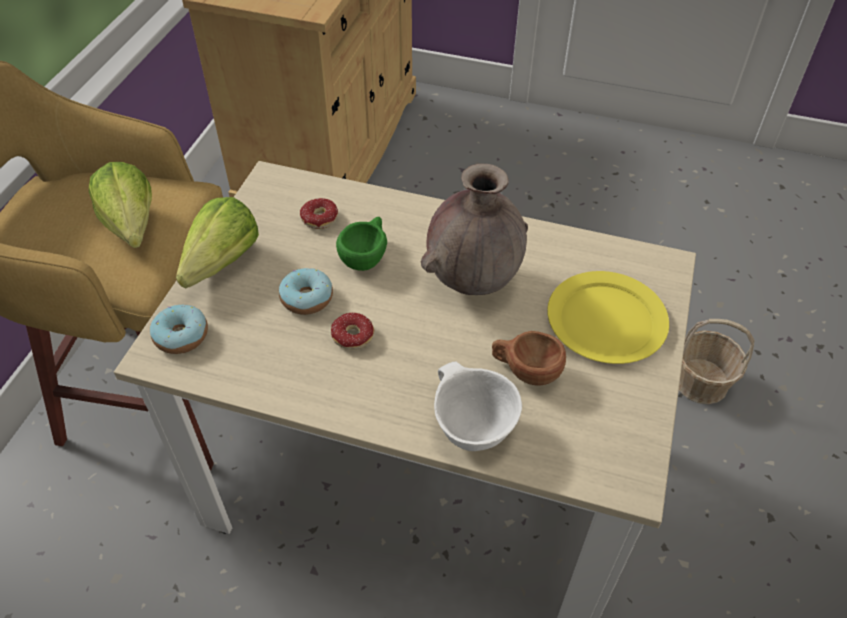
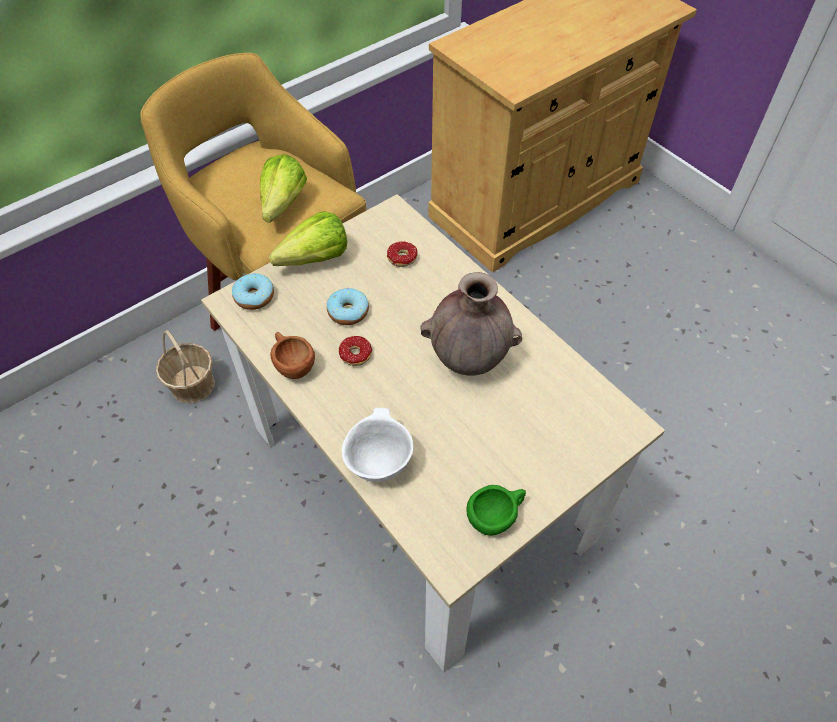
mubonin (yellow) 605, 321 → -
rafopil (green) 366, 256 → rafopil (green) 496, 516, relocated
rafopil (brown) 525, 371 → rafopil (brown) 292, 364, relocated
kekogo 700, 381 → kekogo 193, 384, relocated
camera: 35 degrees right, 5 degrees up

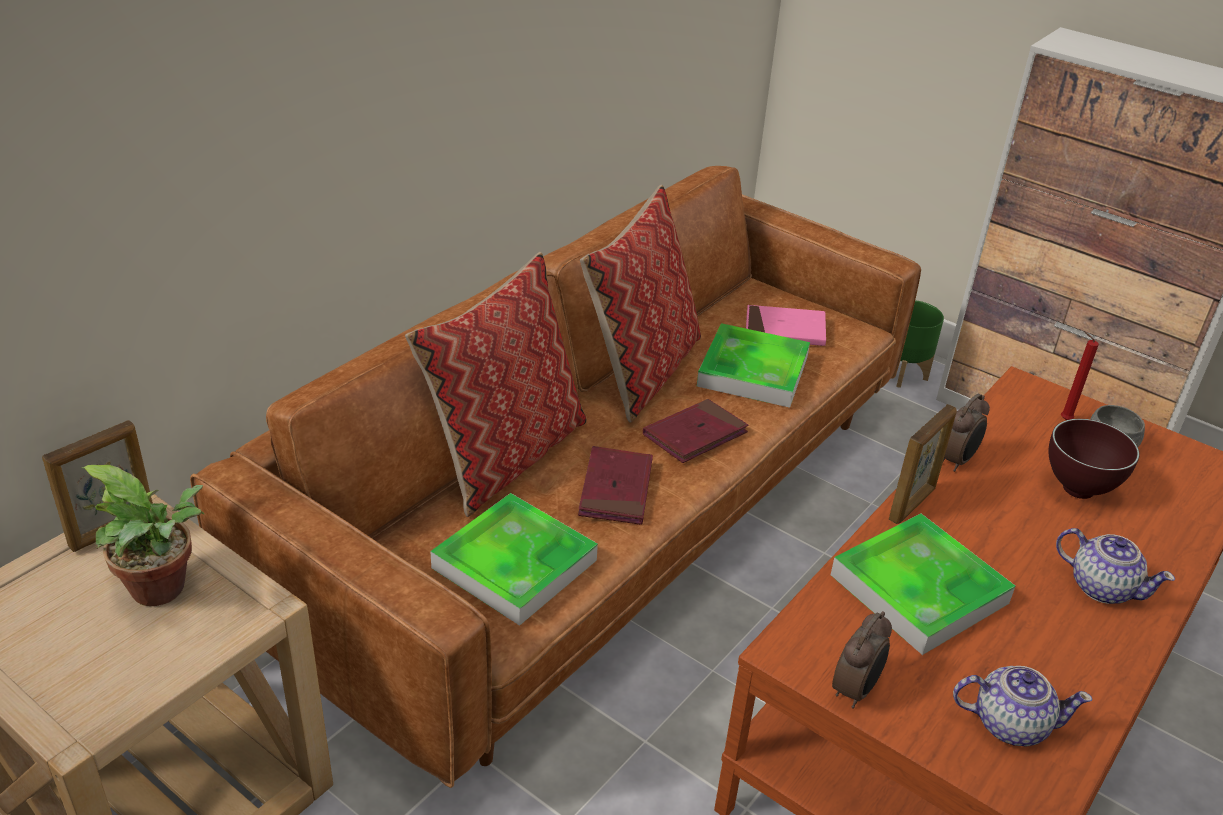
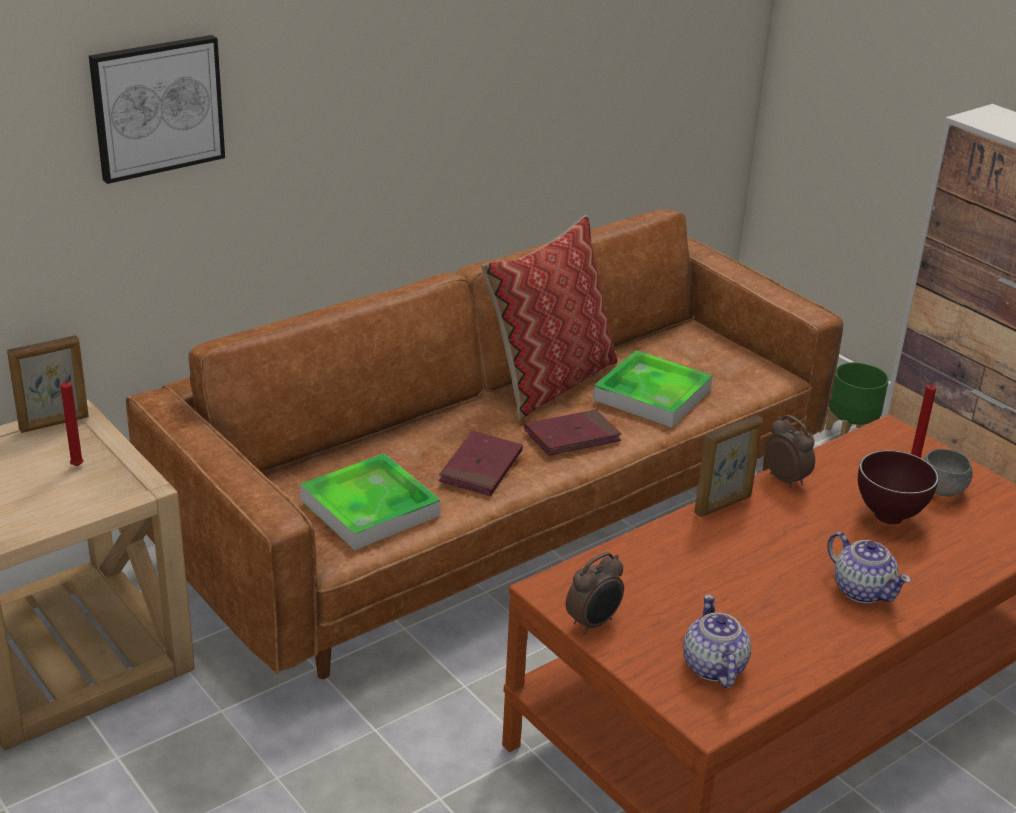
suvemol 505, 455 → -
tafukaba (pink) 784, 330 → -
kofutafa 919, 589 → -
- → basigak 157, 107
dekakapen 164, 590 → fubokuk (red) 77, 467
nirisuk 957, 461 → nirisuk 786, 479, 90 degrees counterclockwise
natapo 1009, 723 → natapo 713, 667, 120 degrees counterclockwise
camera: 15 degrees right, 5 degrees down

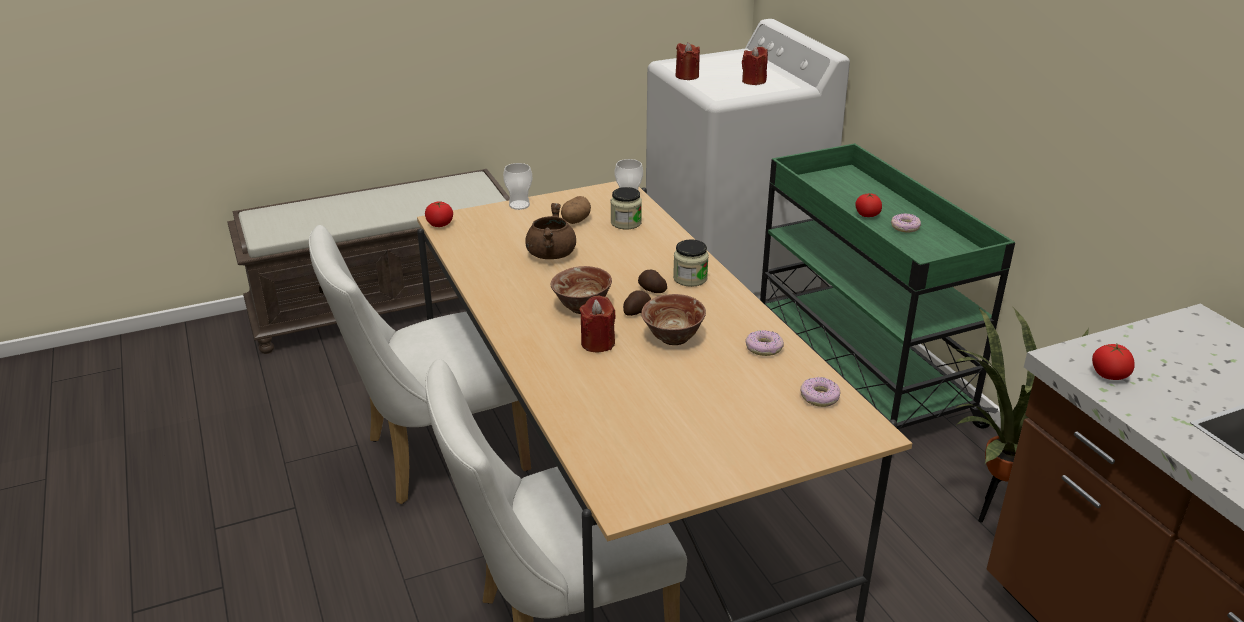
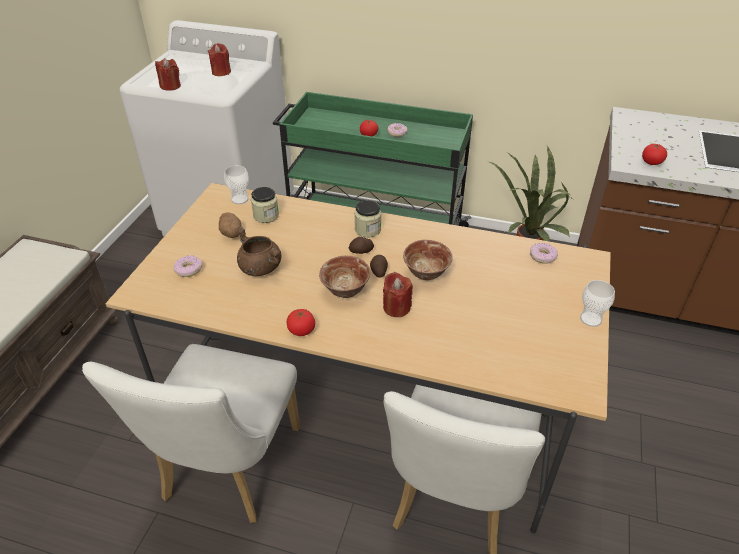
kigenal 440, 224 → kigenal 301, 330, relocated
rafopil 519, 205 → rafopil 590, 319, relocated
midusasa 763, 348 → midusasa 188, 269, relocated
camera: 50 degrees left, 10 degrees up

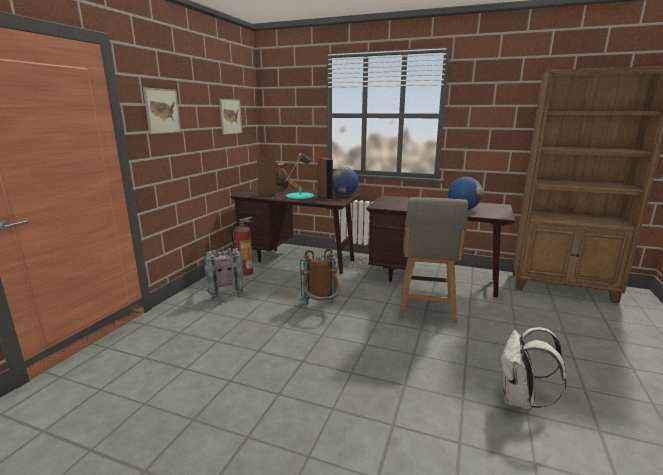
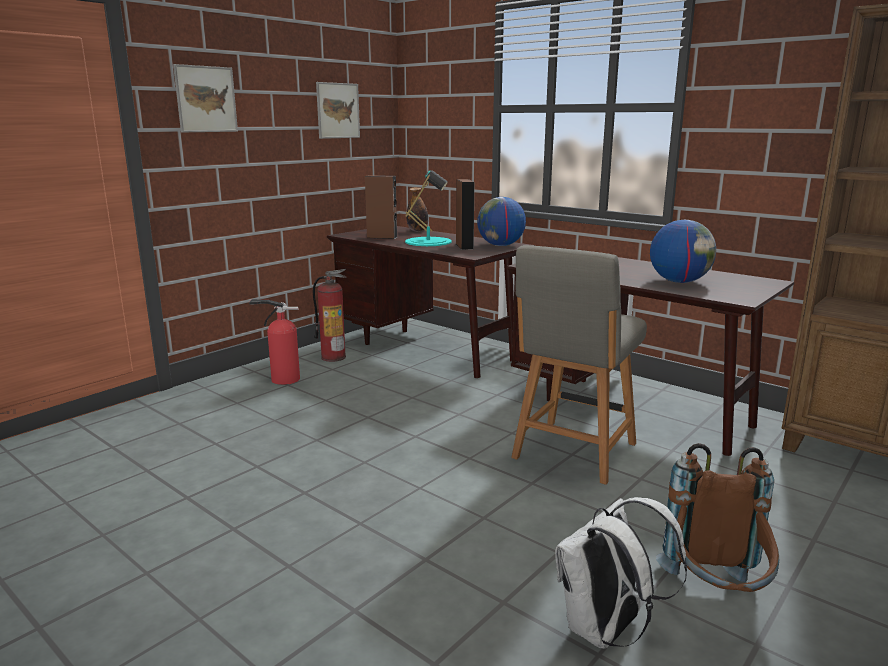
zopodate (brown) 321, 308 → zopodate (brown) 715, 596, relocated
zopodate (grey) 224, 291 → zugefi 282, 379
camera: 20 degrees right, 0 degrees up

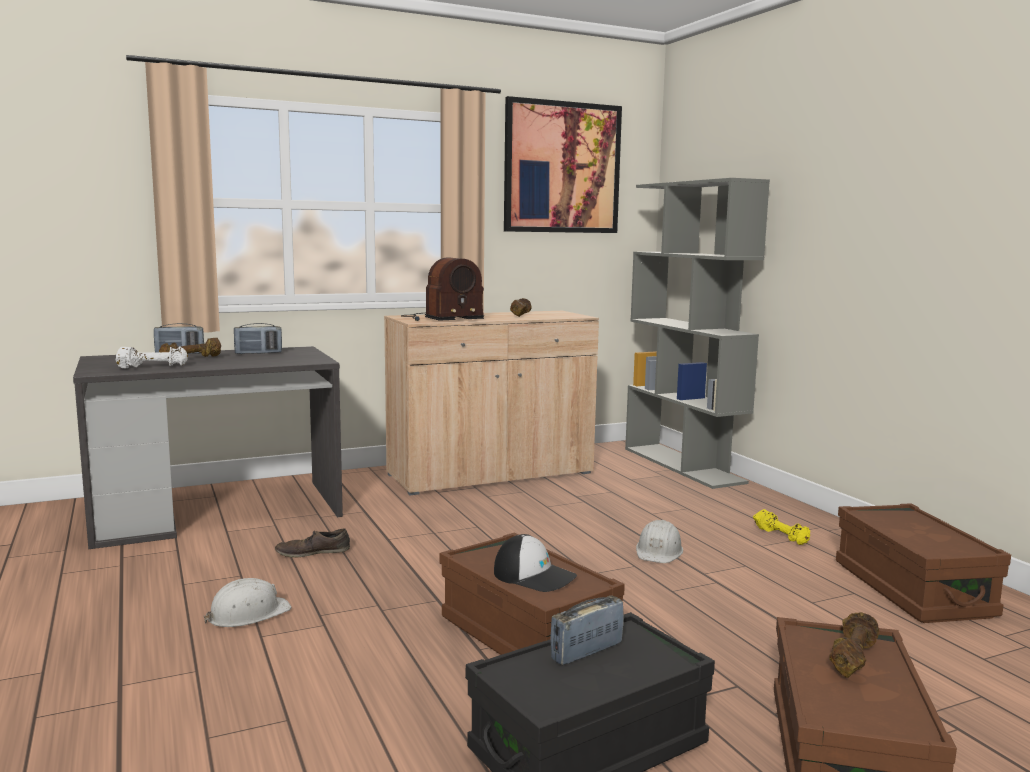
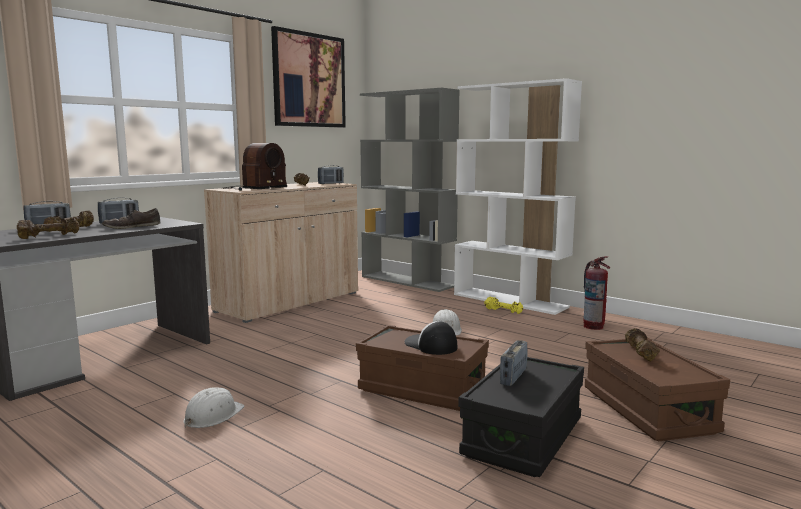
- → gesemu 331, 183
- → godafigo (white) 510, 301
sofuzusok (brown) 313, 552 → sofuzusok (brown) 132, 227, relocated
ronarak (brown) 912, 589 → zugefi 593, 326
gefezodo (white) 153, 367 → gefezodo (brown) 49, 236
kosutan 534, 576 → kosutan 430, 345, 135 degrees counterclockwise
camera: 25 degrees left, 0 degrees up

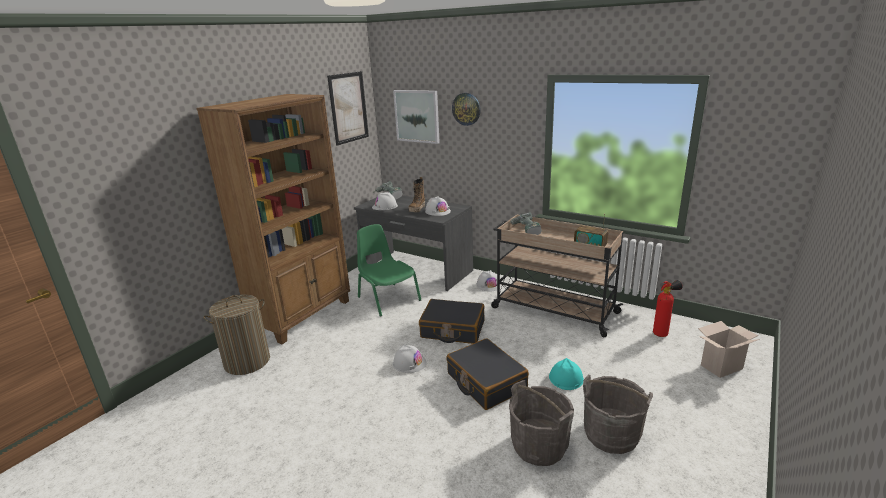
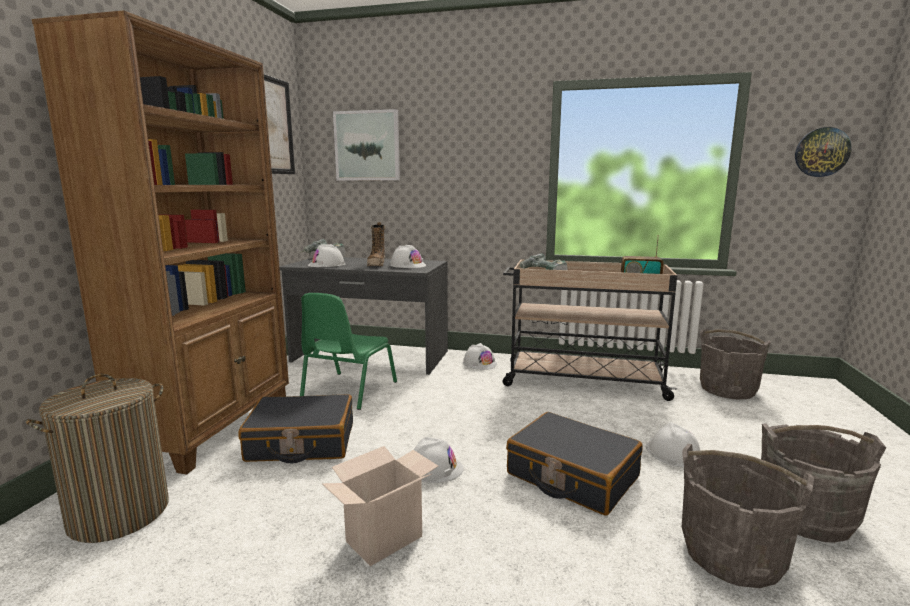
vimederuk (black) 452, 329 → vimederuk (black) 301, 442, relocated
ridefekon 466, 109 → ridefekon 821, 152, relocated
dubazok 721, 366 → dubazok 385, 537, relocated
zugefi 662, 333 → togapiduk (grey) 727, 389
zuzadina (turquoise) 566, 378 → zuzadina (white) 672, 453
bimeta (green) 388, 298 → bimeta (green) 348, 391, 105 degrees counterclockwise
camera: 20 degrees left, 10 degrees down

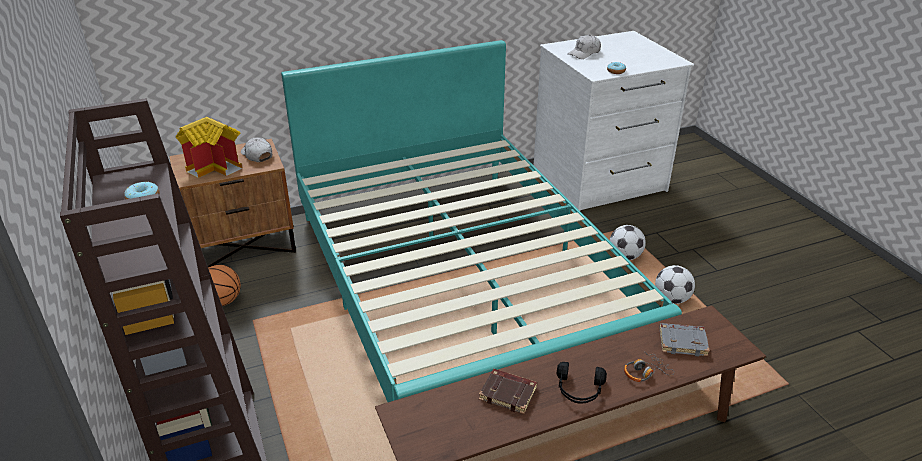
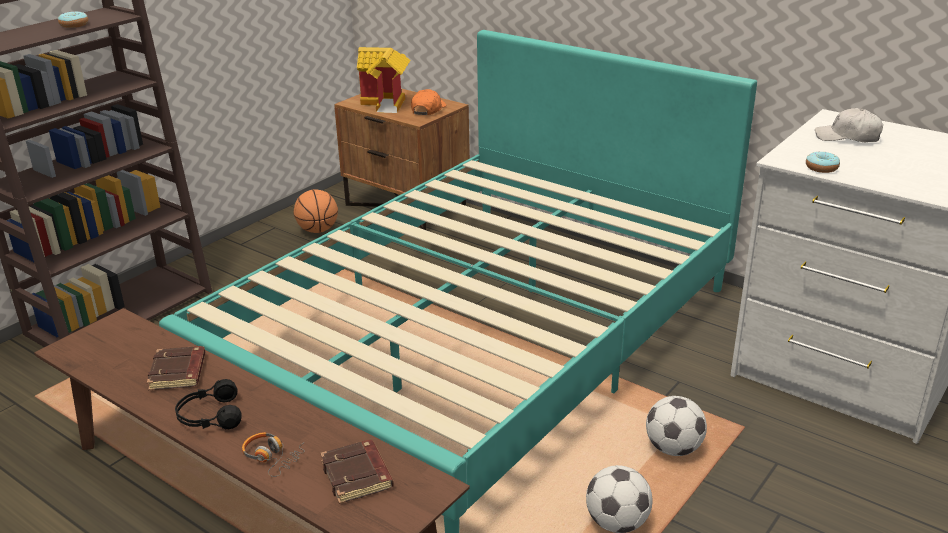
kosutan (white) 257, 155 → kosutan (orange) 428, 110
tafukaba (grey) 683, 342 → tafukaba (brown) 358, 476
camera: 60 degrees right, 5 degrees down

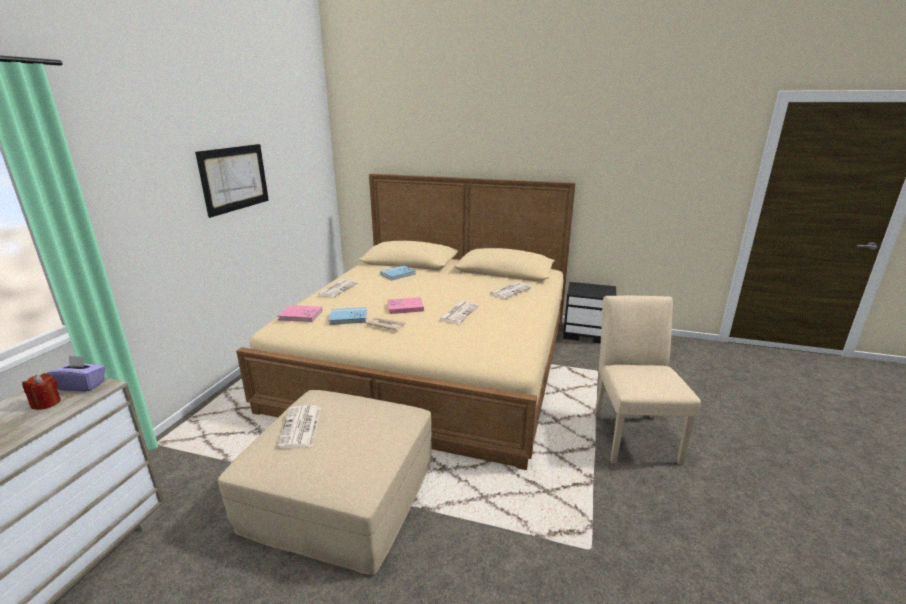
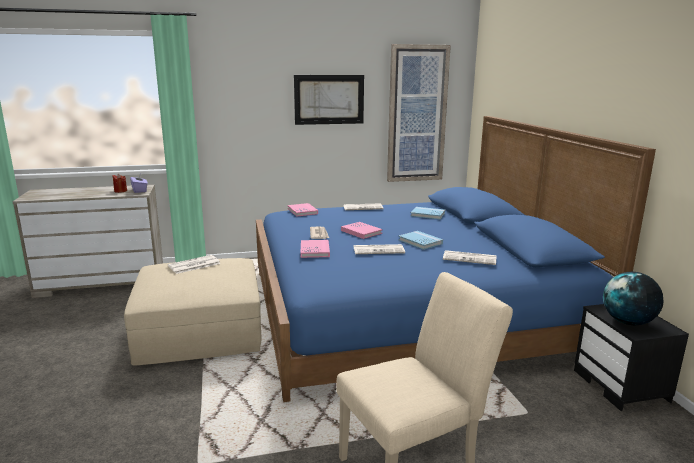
- → tafukaba (pink) 315, 250
- → basigak 417, 114
- → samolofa 628, 322
tafukaba (blue) 348, 317 → tafukaba (blue) 420, 242, relocated
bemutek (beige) 432, 360 → bemutek (blue) 408, 309
camera: 60 degrees right, 5 degrees down

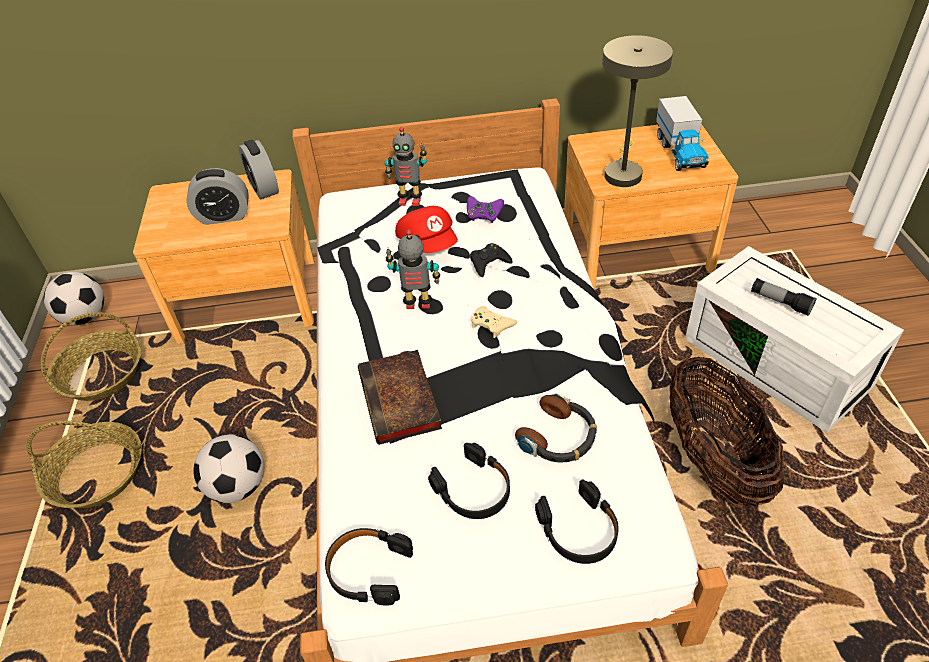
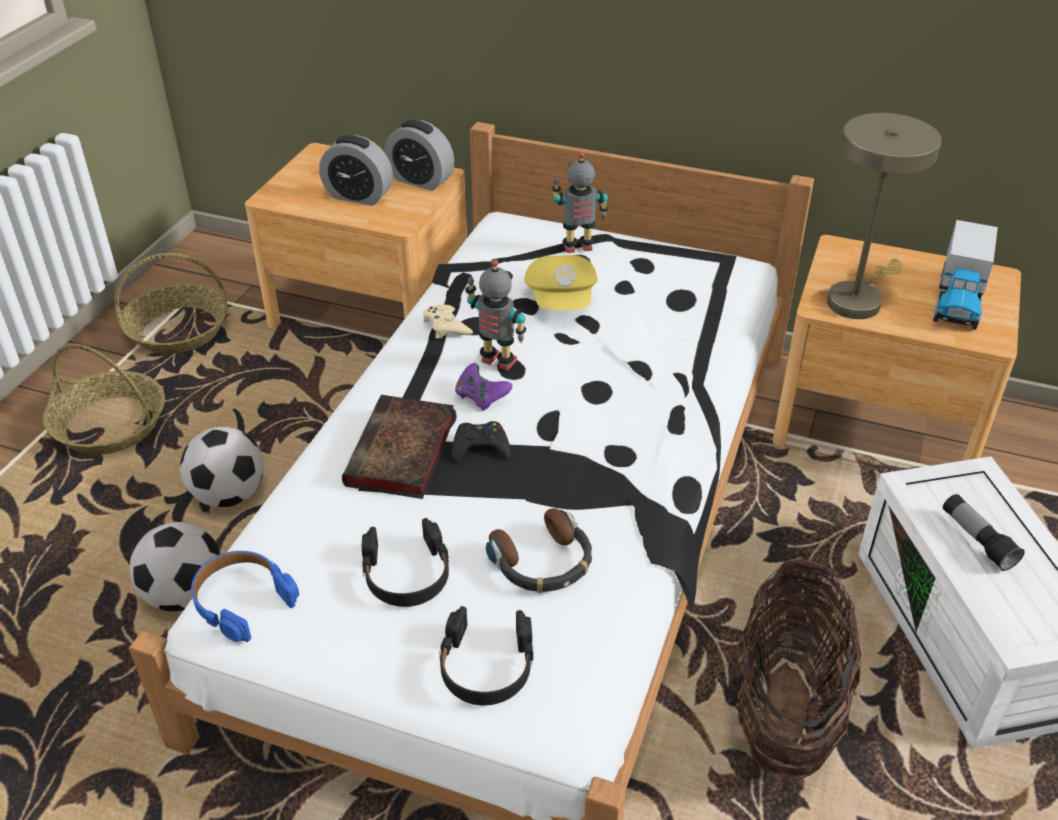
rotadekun 85, 317 → rotadekun 185, 595, relocated
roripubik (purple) 484, 216 → roripubik (purple) 481, 398, relocated
roripubik (black) 489, 263 → roripubik (black) 480, 447, relocated
roripubik (beige) 491, 324 → roripubik (beige) 446, 326, relocated
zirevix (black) 368, 570 → zirevix (blue) 242, 600
kosutan (red) 429, 242 → kosutan (yellow) 562, 301
nirisuk 263, 188 → nirisuk 421, 180, 60 degrees counterclockwise
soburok 410, 200 → soburok 578, 248, 135 degrees clockwise
camera: 25 degrees right, 5 degrees down

